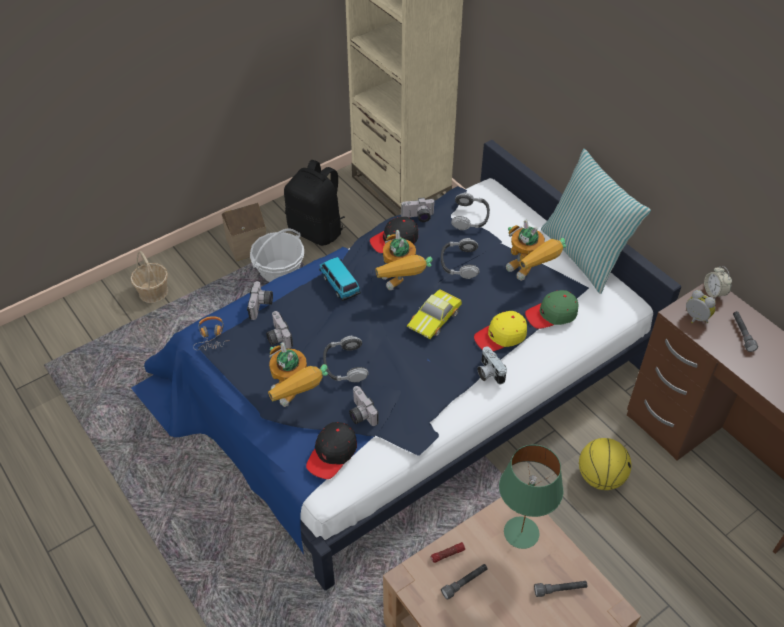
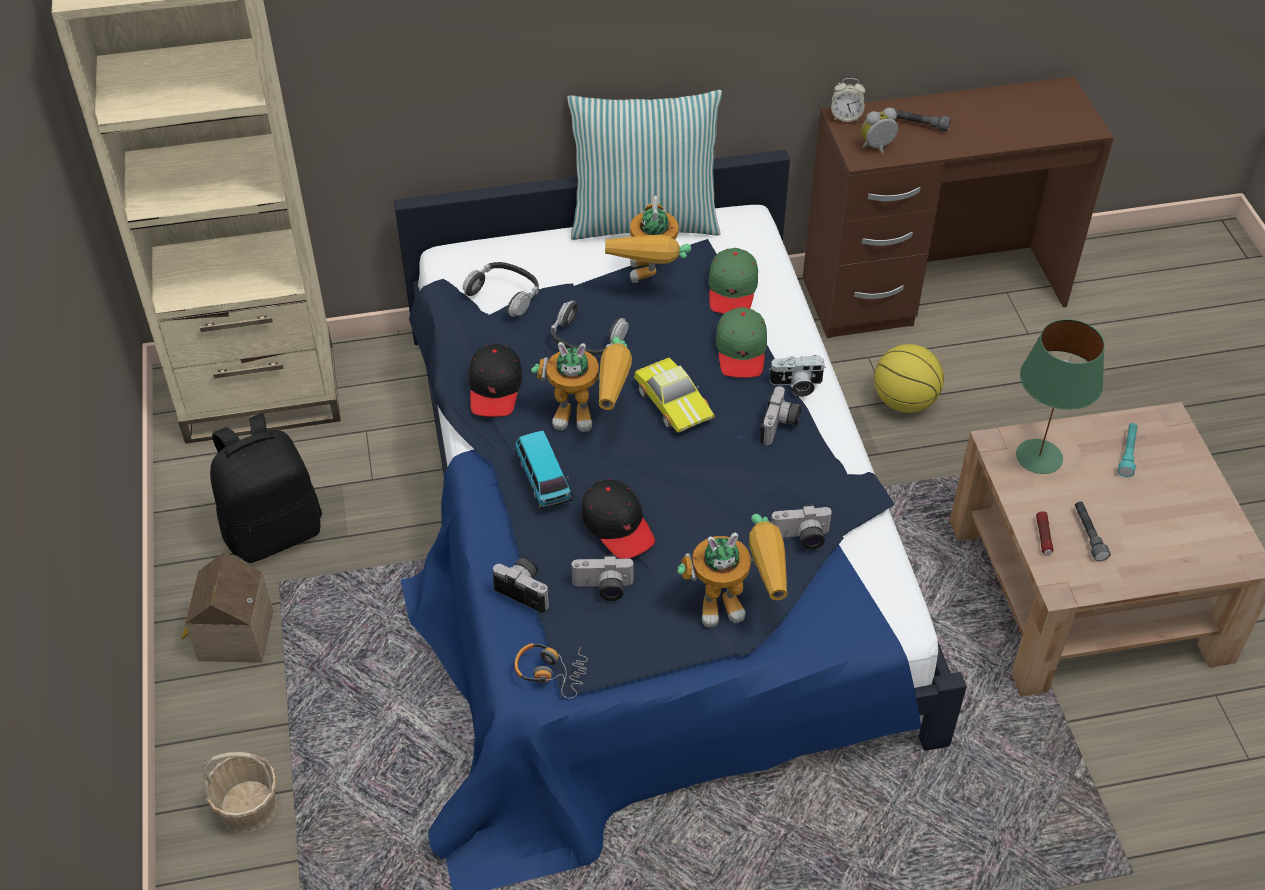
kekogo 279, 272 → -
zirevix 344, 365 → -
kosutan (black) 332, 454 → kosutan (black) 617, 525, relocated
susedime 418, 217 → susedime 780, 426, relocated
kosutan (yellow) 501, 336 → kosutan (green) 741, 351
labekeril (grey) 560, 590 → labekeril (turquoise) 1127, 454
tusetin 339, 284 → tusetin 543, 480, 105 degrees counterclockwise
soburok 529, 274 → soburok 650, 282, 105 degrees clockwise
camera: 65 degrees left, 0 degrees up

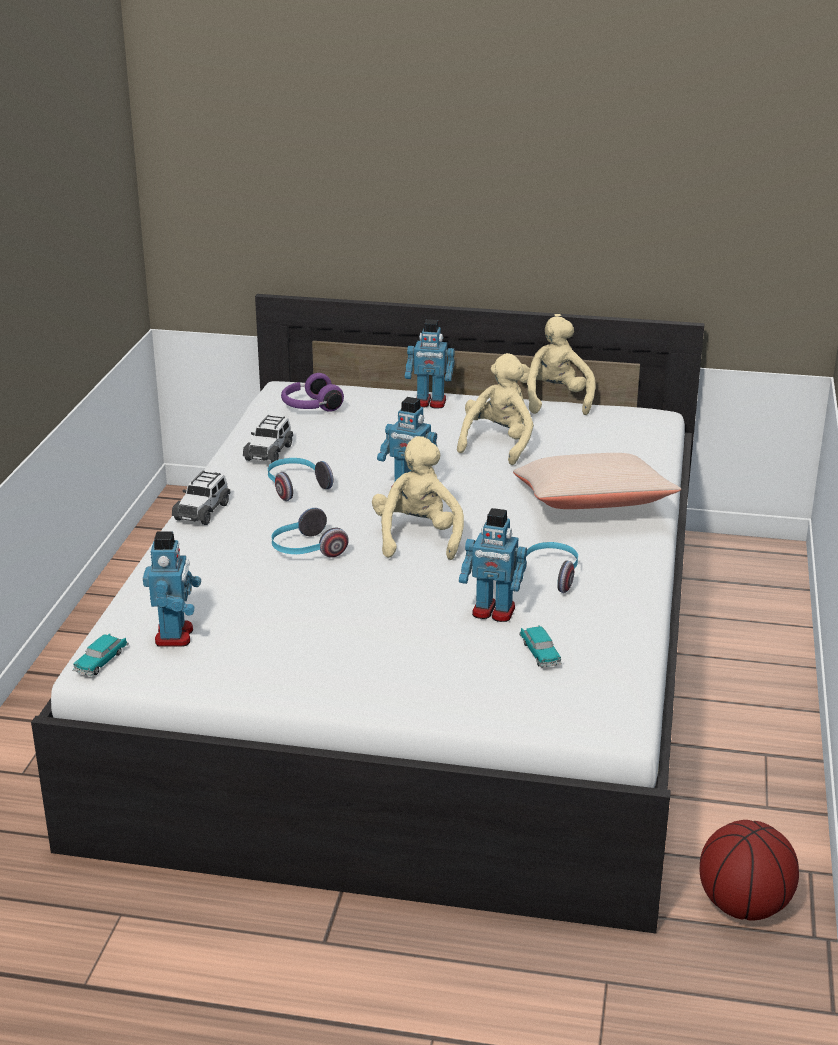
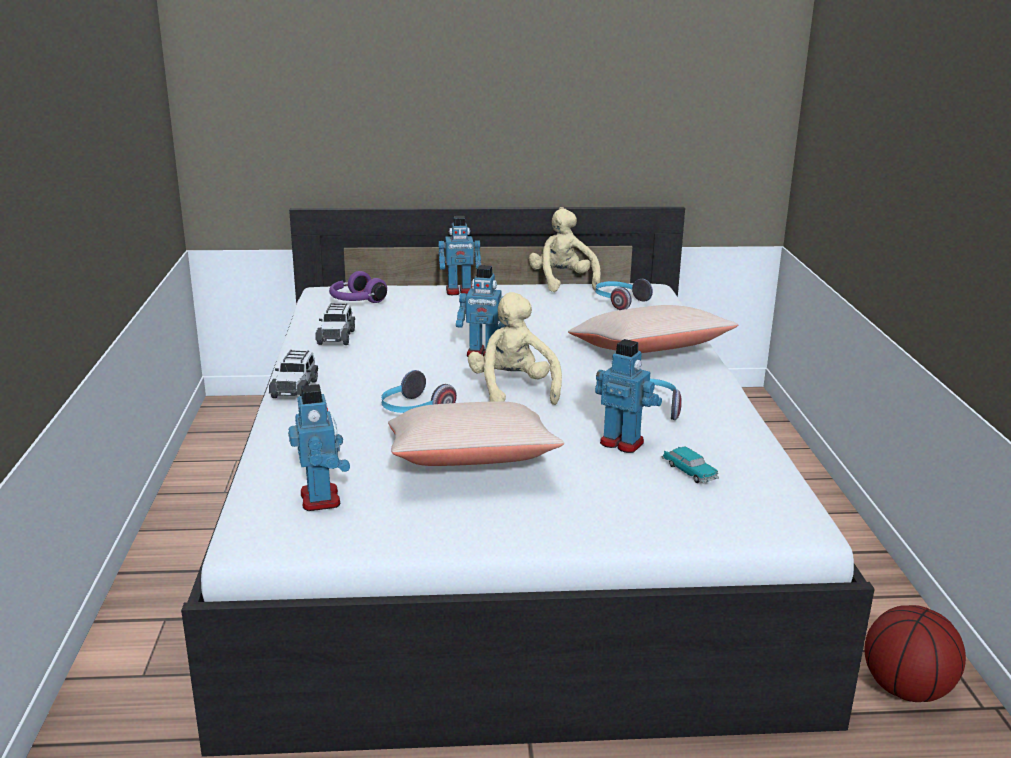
tusetin 101, 661 → -
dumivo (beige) 498, 444 → -
- → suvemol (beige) 470, 461
zirevix 296, 487 → zirevix 619, 302, relocated
soburok 493, 612 → soburok 622, 442, 150 degrees counterclockwise
camera: 15 degrees left, 5 degrees down

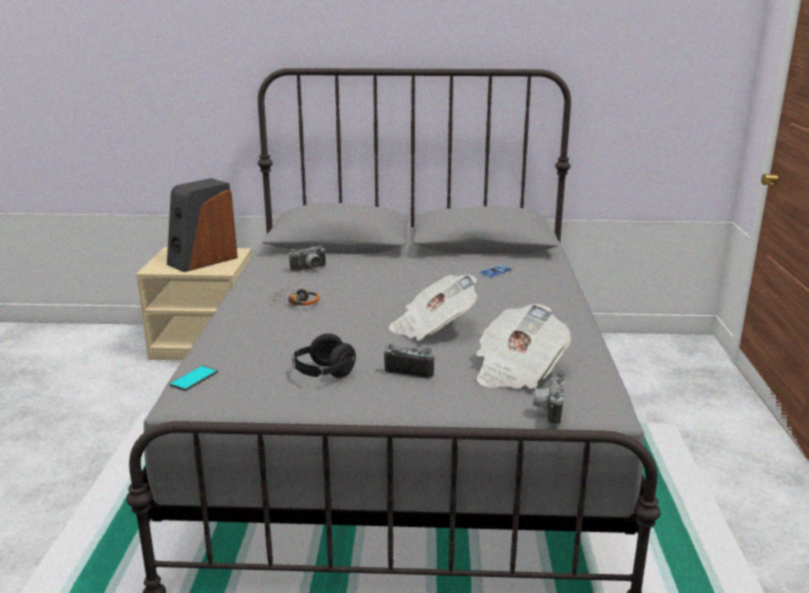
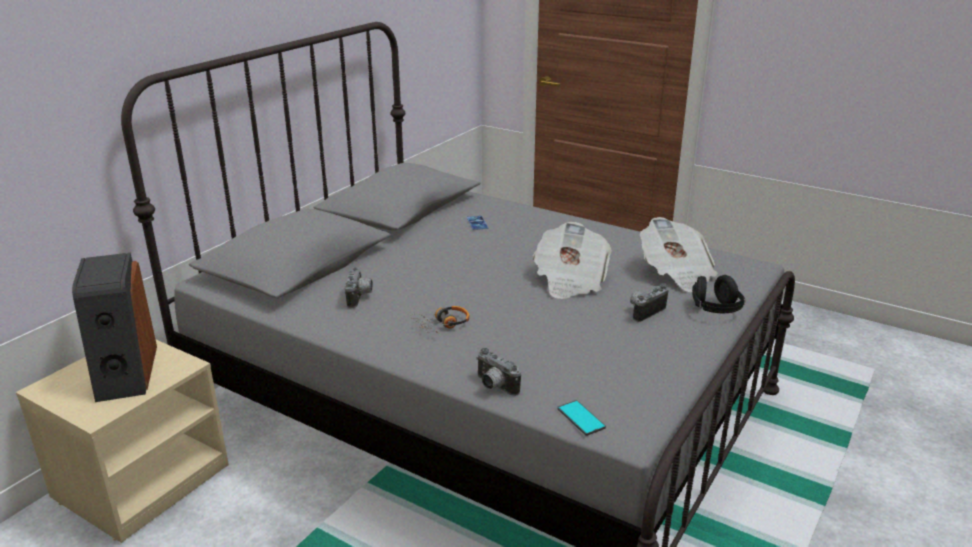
zirevix (black) 323, 374 → zirevix (black) 715, 310, relocated
susedime 548, 410 → susedime 494, 386, relocated
camera: 60 degrees left, 5 degrees up

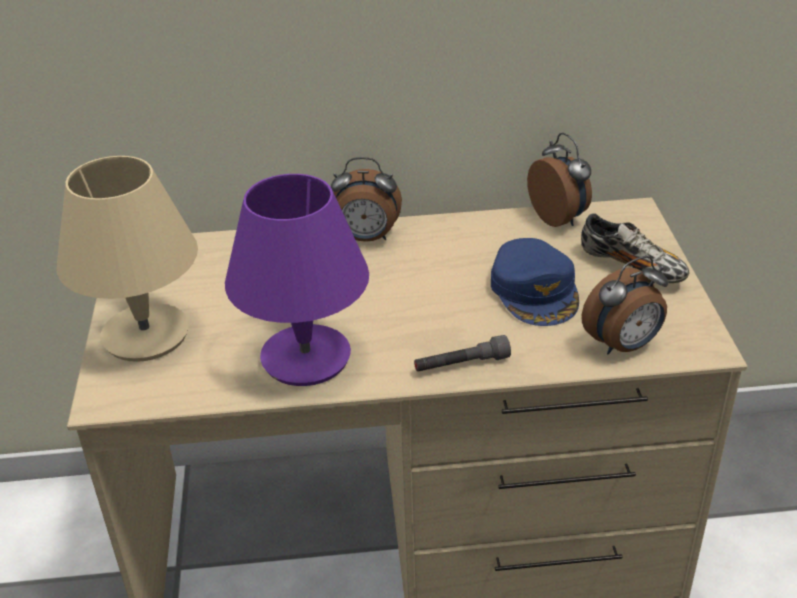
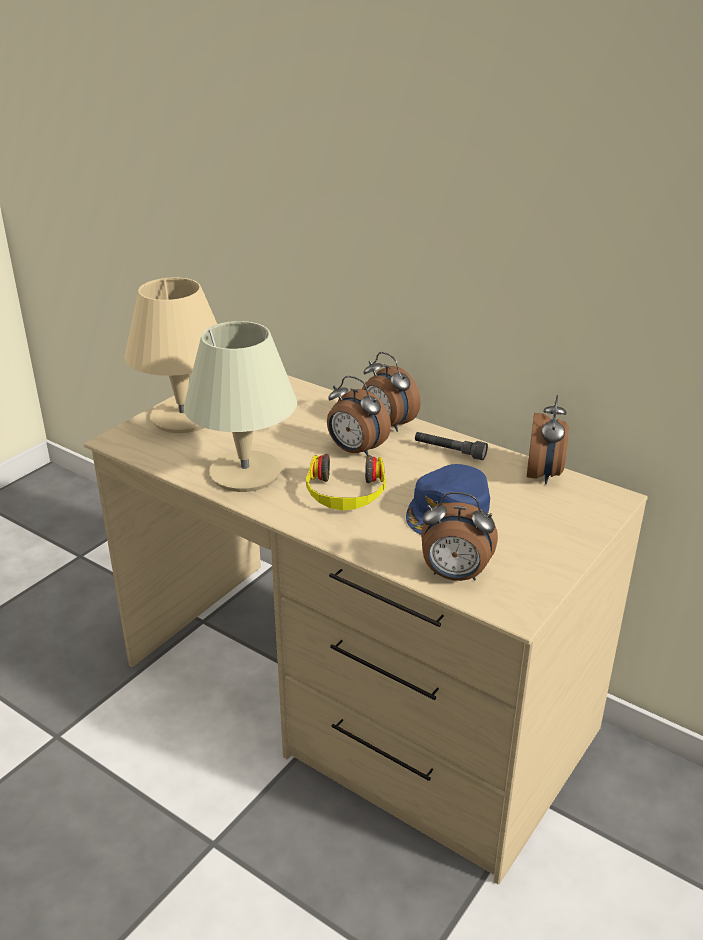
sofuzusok 632, 267 → -
- → zirevix 345, 493
- → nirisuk 355, 451
labekeril (grey) 461, 365 → labekeril (grey) 449, 451, relocated
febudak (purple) 305, 358 → febudak (beige) 244, 473
camera: 40 degrees right, 5 degrees down

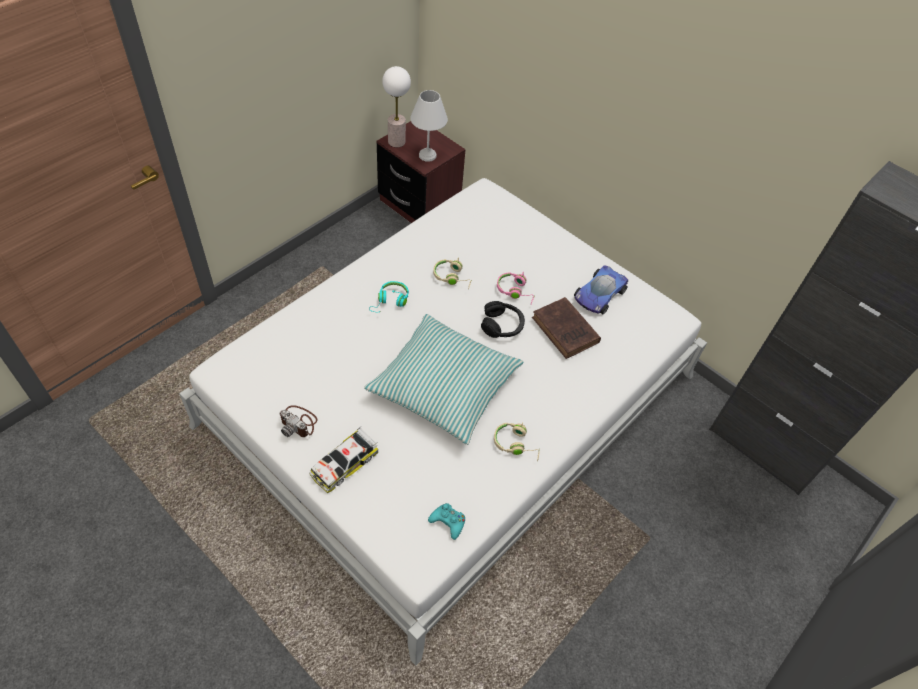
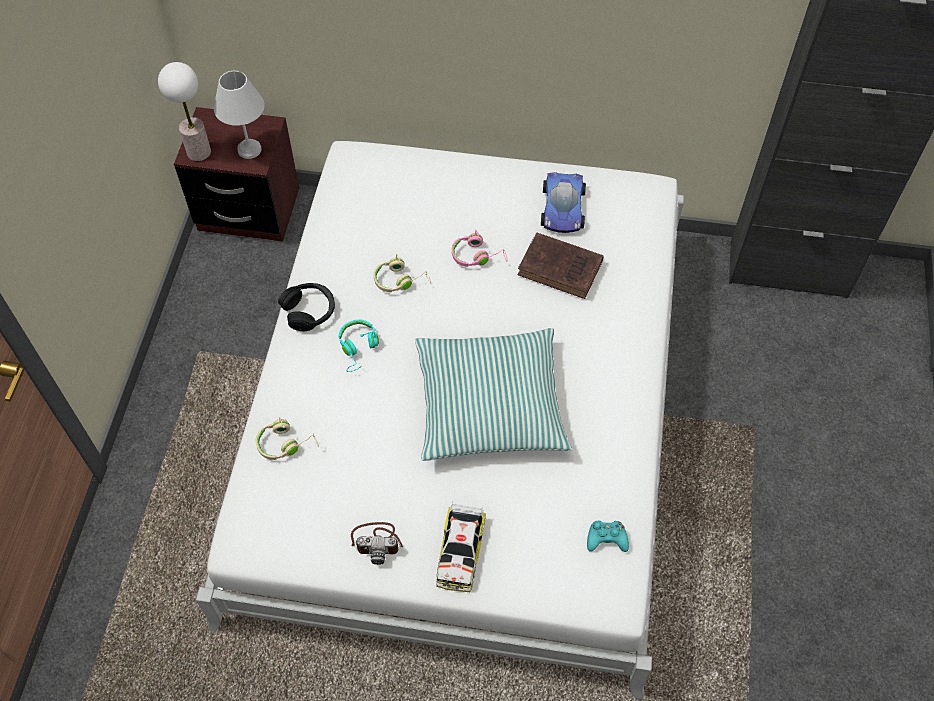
zirevix (black) 502, 325 → zirevix (black) 309, 311, relocated
zirevix (beige) 516, 444 → zirevix (beige) 286, 443, relocated
camera: 30 degrees left, 5 degrees up

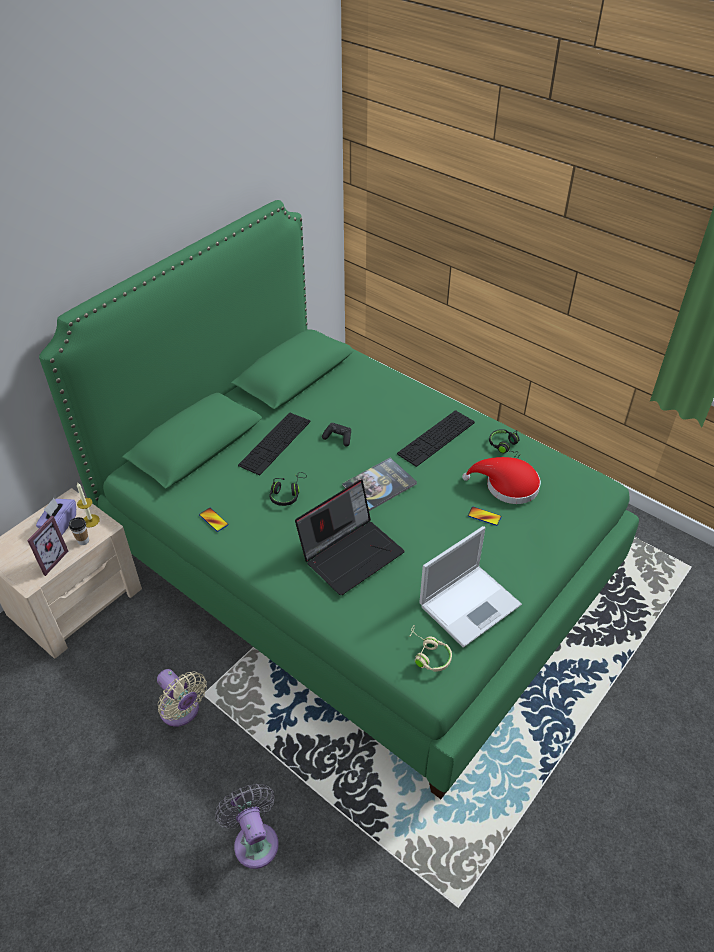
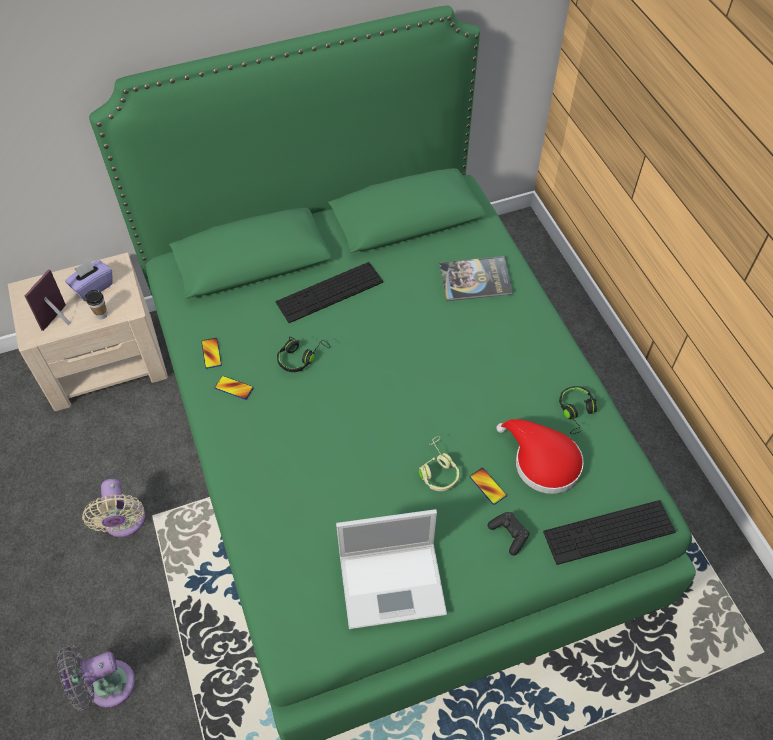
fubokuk 90, 521 → -
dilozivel 351, 553 → -
- → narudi 234, 388
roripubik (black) 338, 438 → roripubik (black) 509, 534, relocated
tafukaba 379, 485 → tafukaba 475, 279, relocated
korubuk 436, 438 → korubuk 609, 532, relocated
zirevix (beige) 428, 654 → zirevix (beige) 437, 470, relocated
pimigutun 49, 560 → pimigutun 61, 320, 150 degrees clockwise
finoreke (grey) 254, 840 → finoreke (grey) 106, 686, 120 degrees counterclockwise
camera: 30 degrees right, 10 degrees up

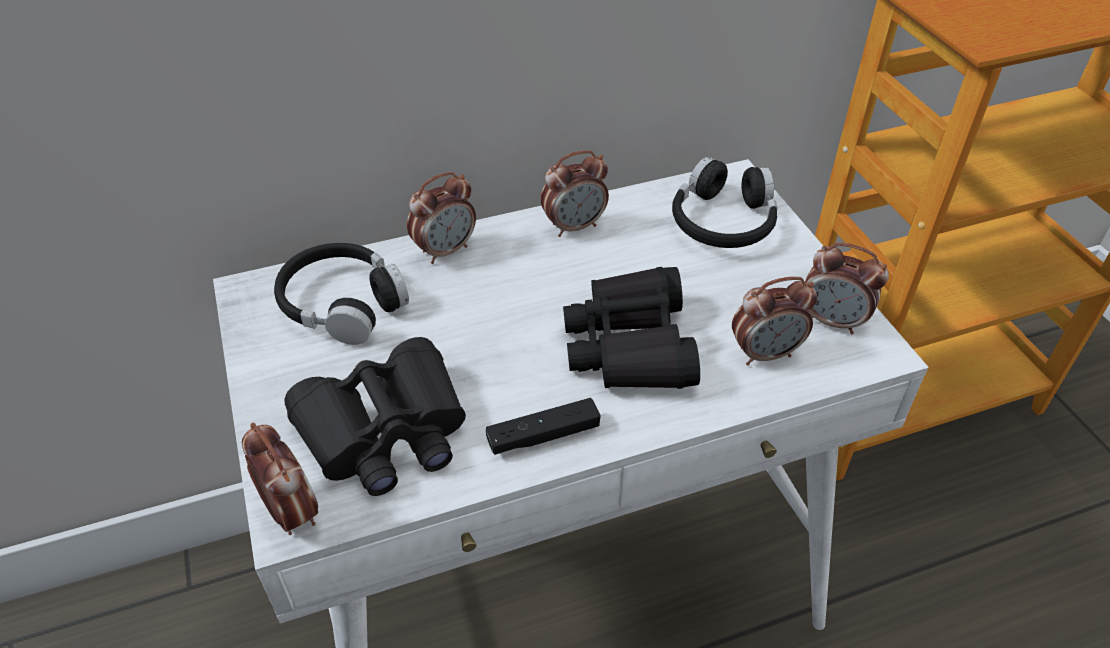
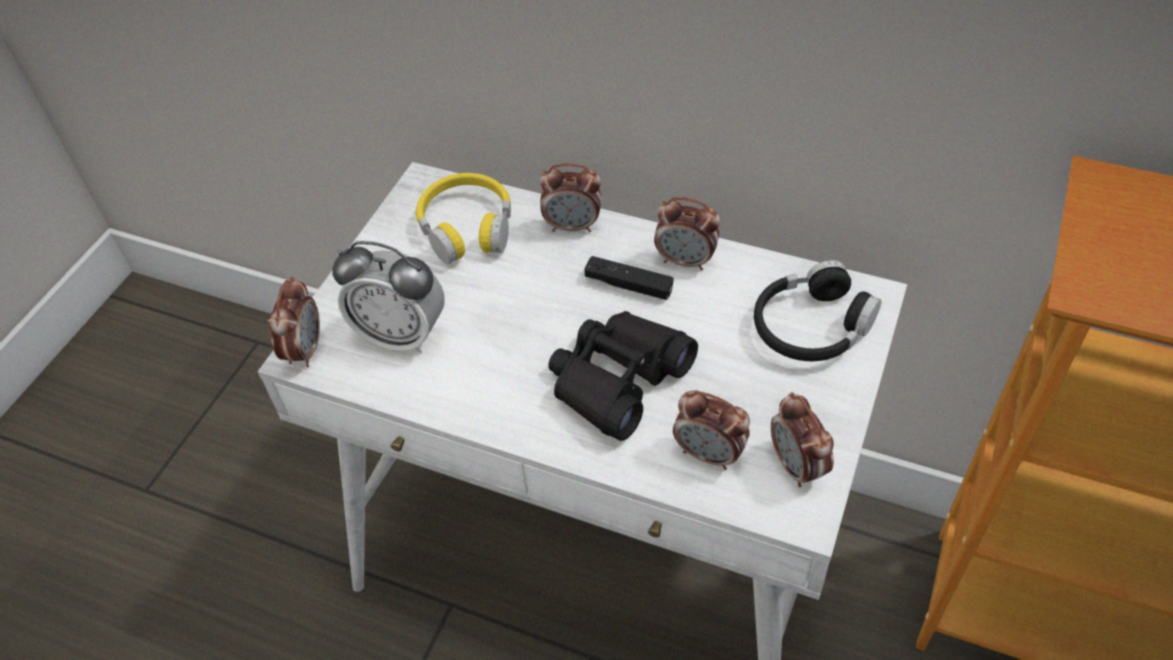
roripubik (black) 543, 435 → roripubik (black) 628, 285, relocated
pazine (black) 385, 432 → nirisuk 401, 335
zirevix (black) 343, 303 → zirevix (yellow) 467, 227
camera: 45 degrees right, 5 degrees up

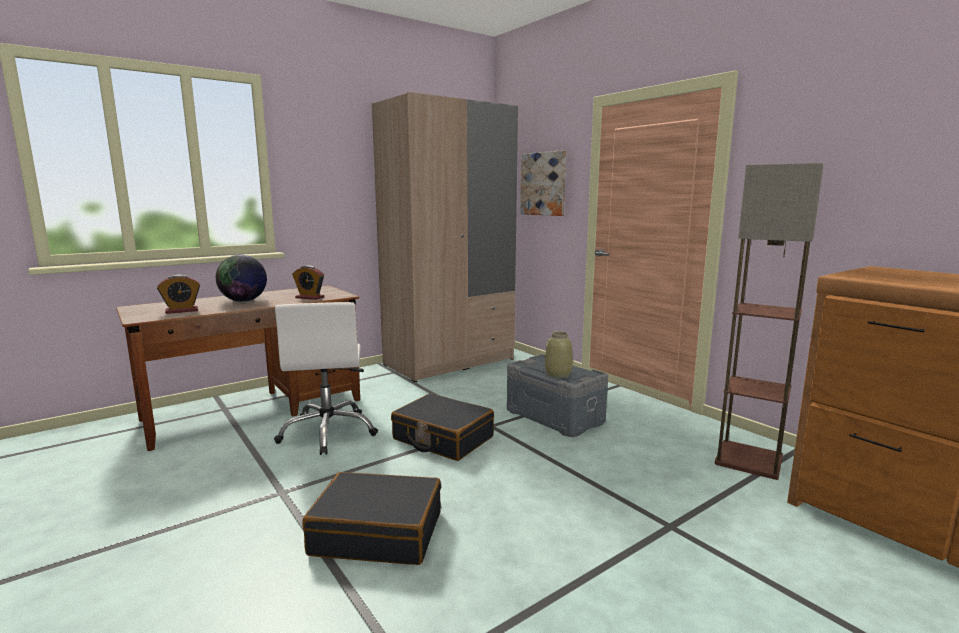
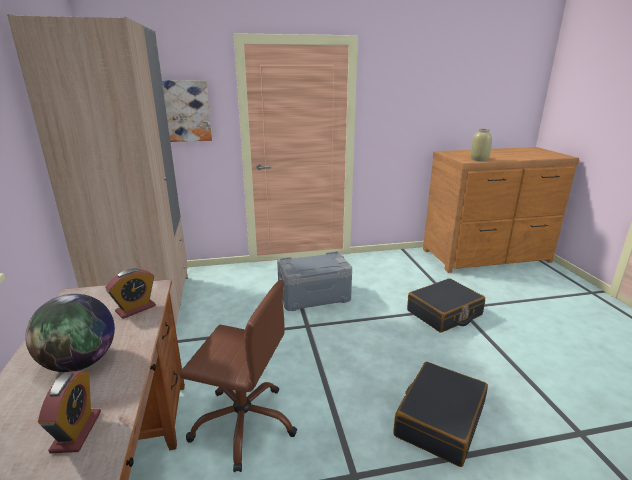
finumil 750, 460 → -
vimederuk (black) 442, 438 → vimederuk (black) 444, 313, relocated
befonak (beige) 557, 374 → befonak (beige) 479, 159, relocated
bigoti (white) 328, 432 → bigoti (brown) 244, 423
camera: 65 degrees left, 10 degrees up

